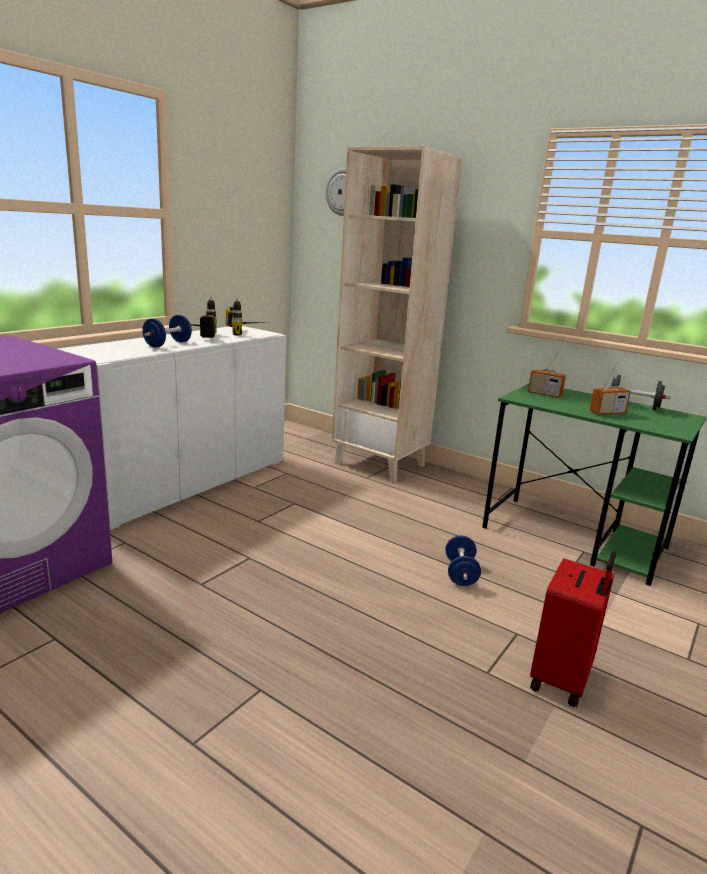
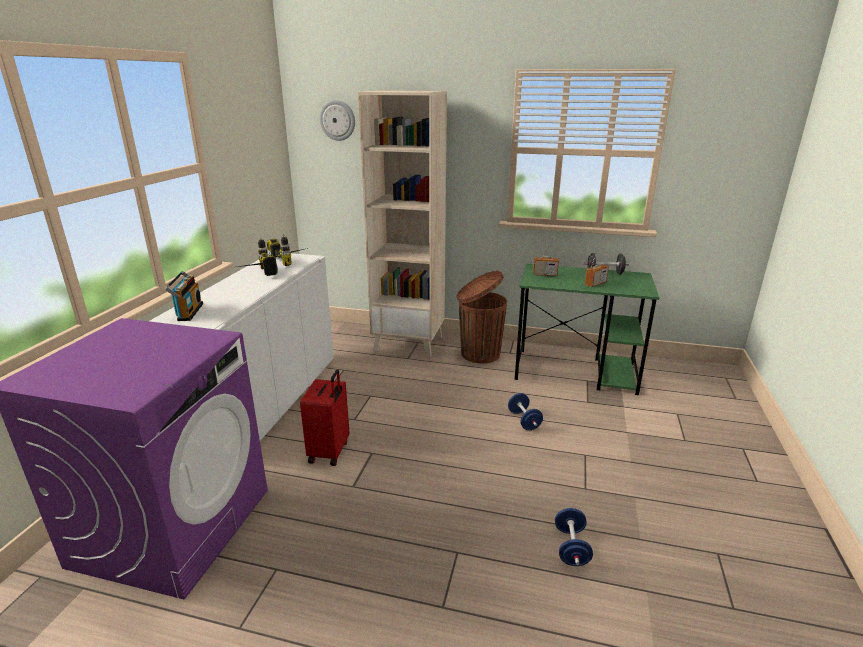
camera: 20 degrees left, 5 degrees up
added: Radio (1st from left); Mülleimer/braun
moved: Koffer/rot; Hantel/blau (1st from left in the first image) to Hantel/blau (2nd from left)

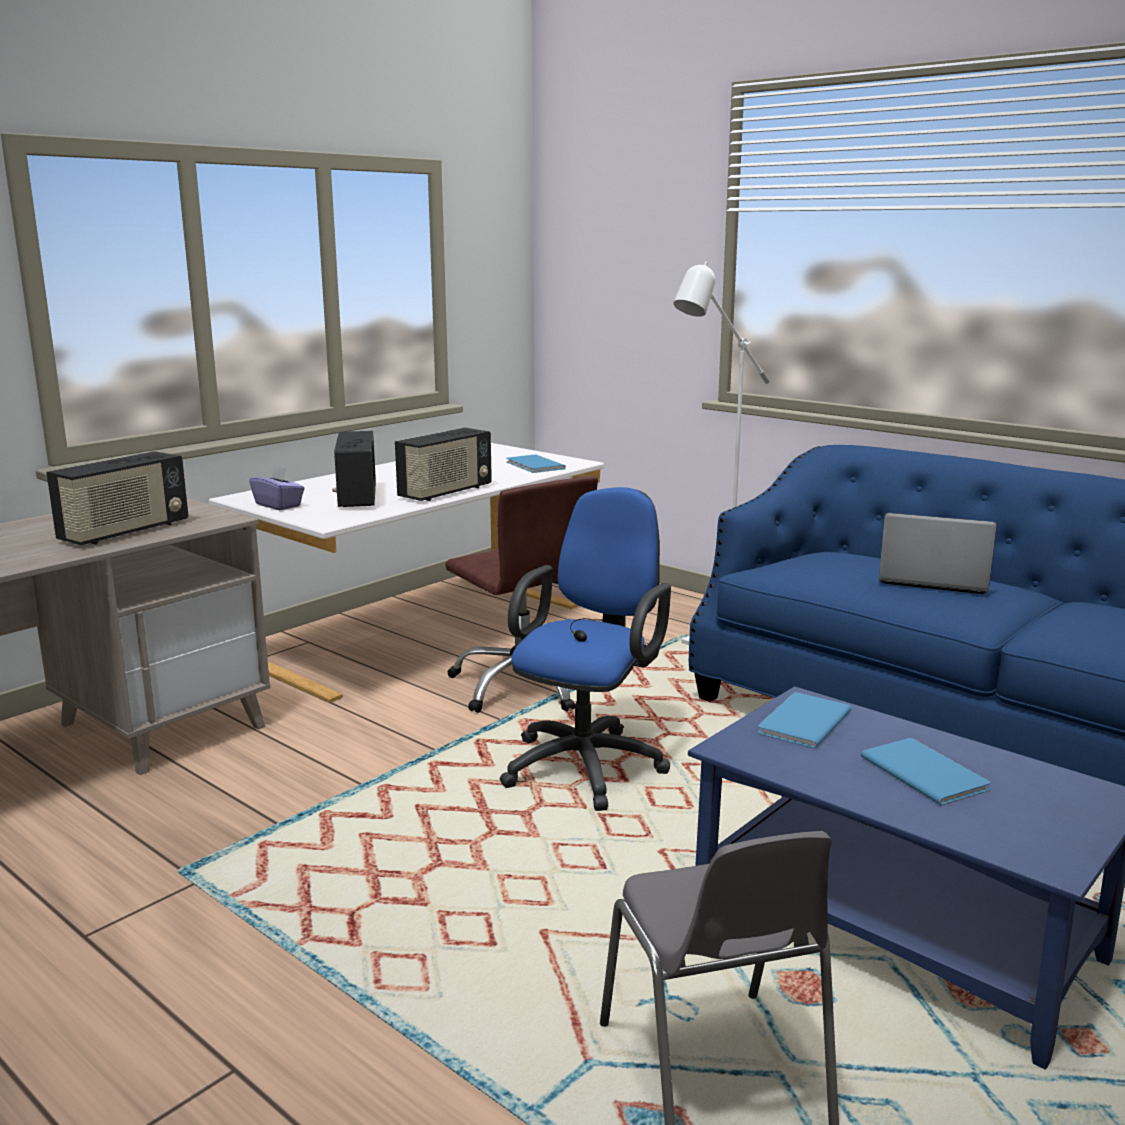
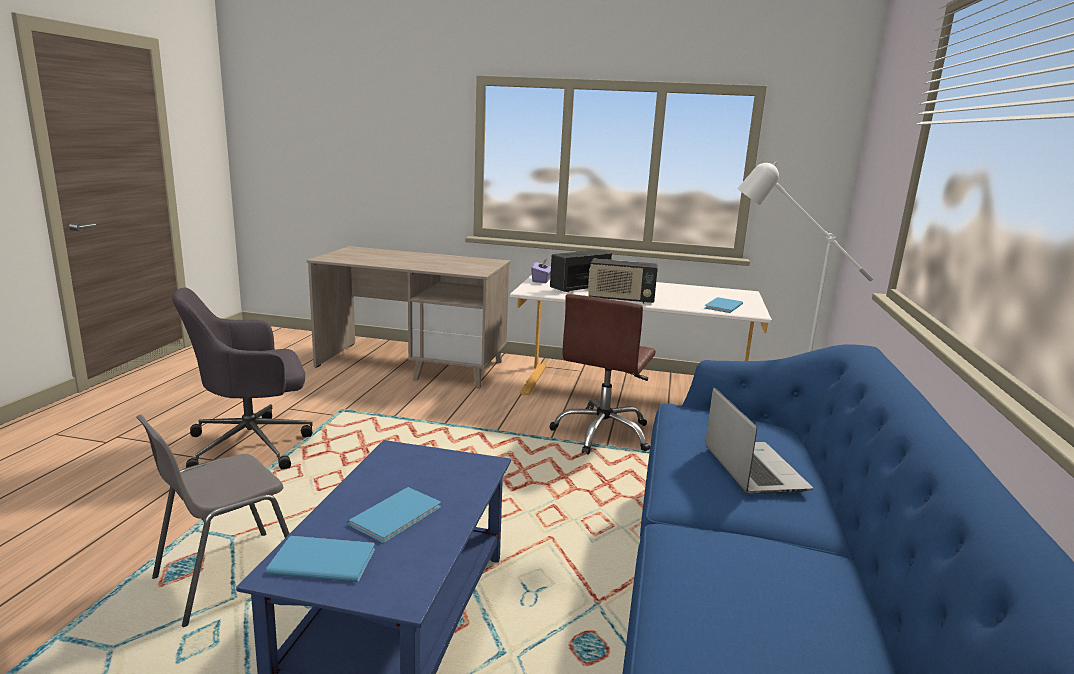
camera: 60 degrees right, 0 degrees up
removed: Radio (1st from left); Bürostuhl/blau
added: Bürostuhl/grau
moved: Buch/blau (2nd from left in the first image) to Buch/blau (1st from left)

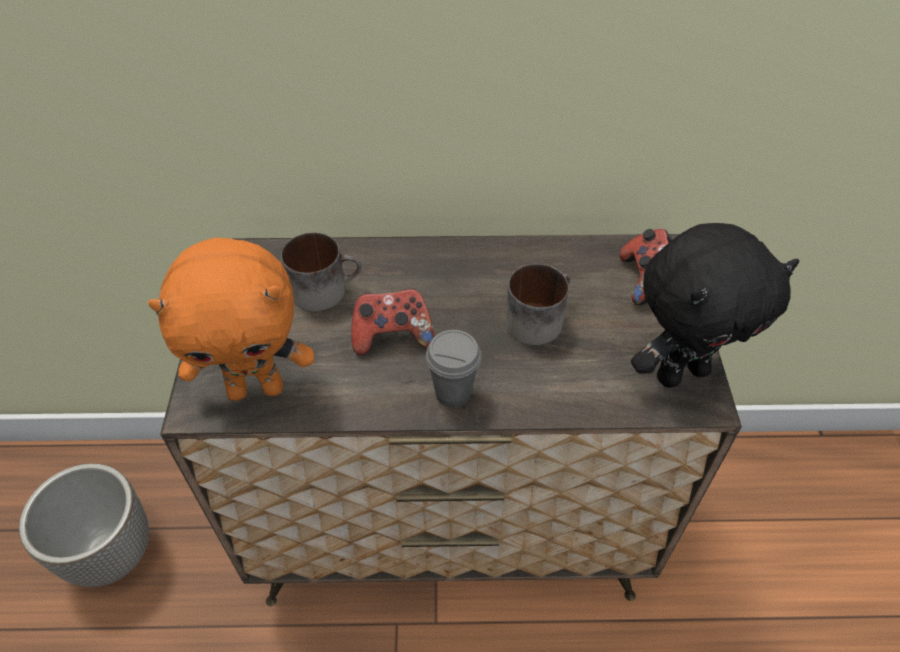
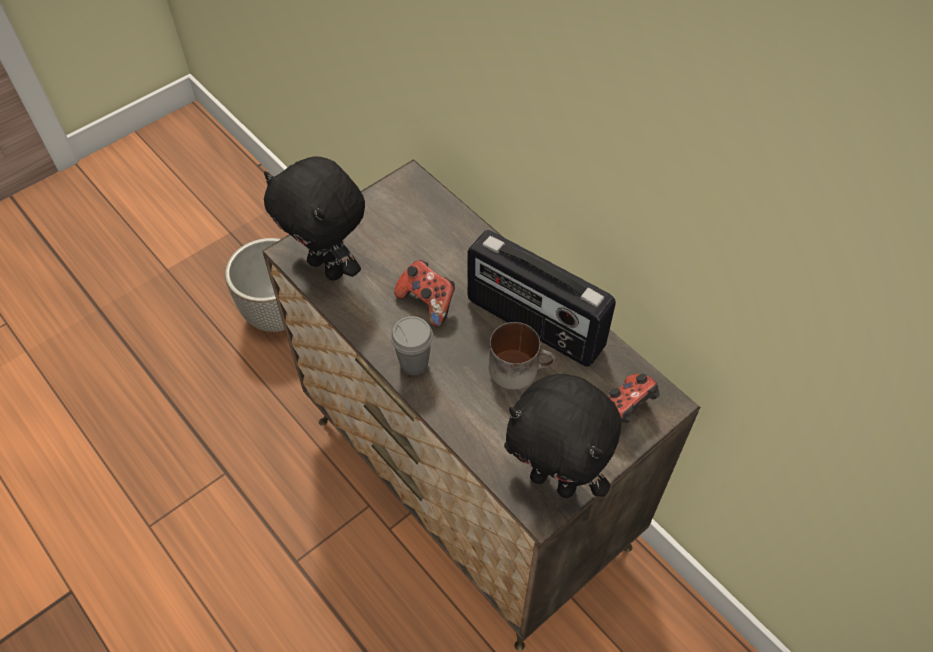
camera: 50 degrees right, 5 degrees up
removed: Henkelbecher (1st from left)
added: Radio
recoloured: Plüschtier/orange to Plüschtier/schwarz (1st from left)

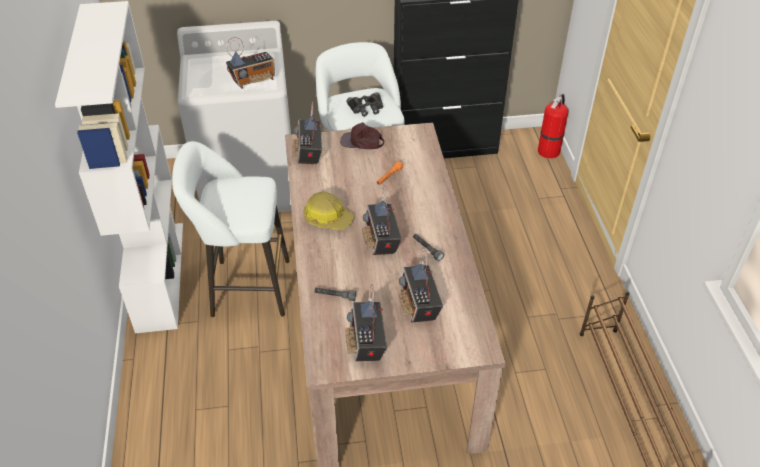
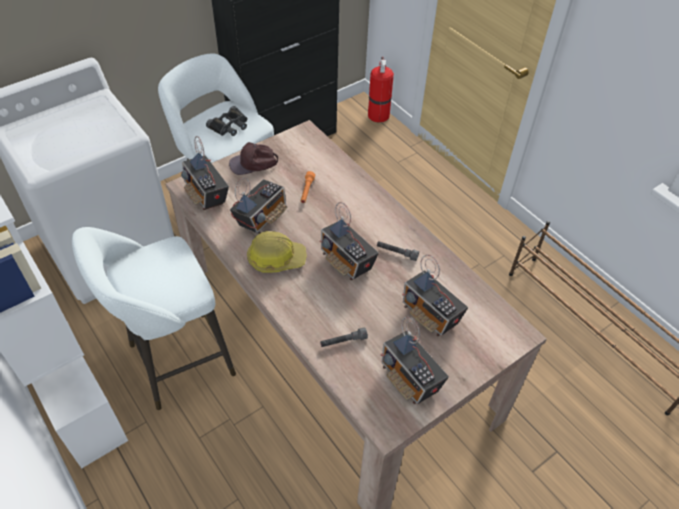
camera: 30 degrees left, 5 degrees up
moved: Radio (1st from left in the first image) to Radio (2nd from left)

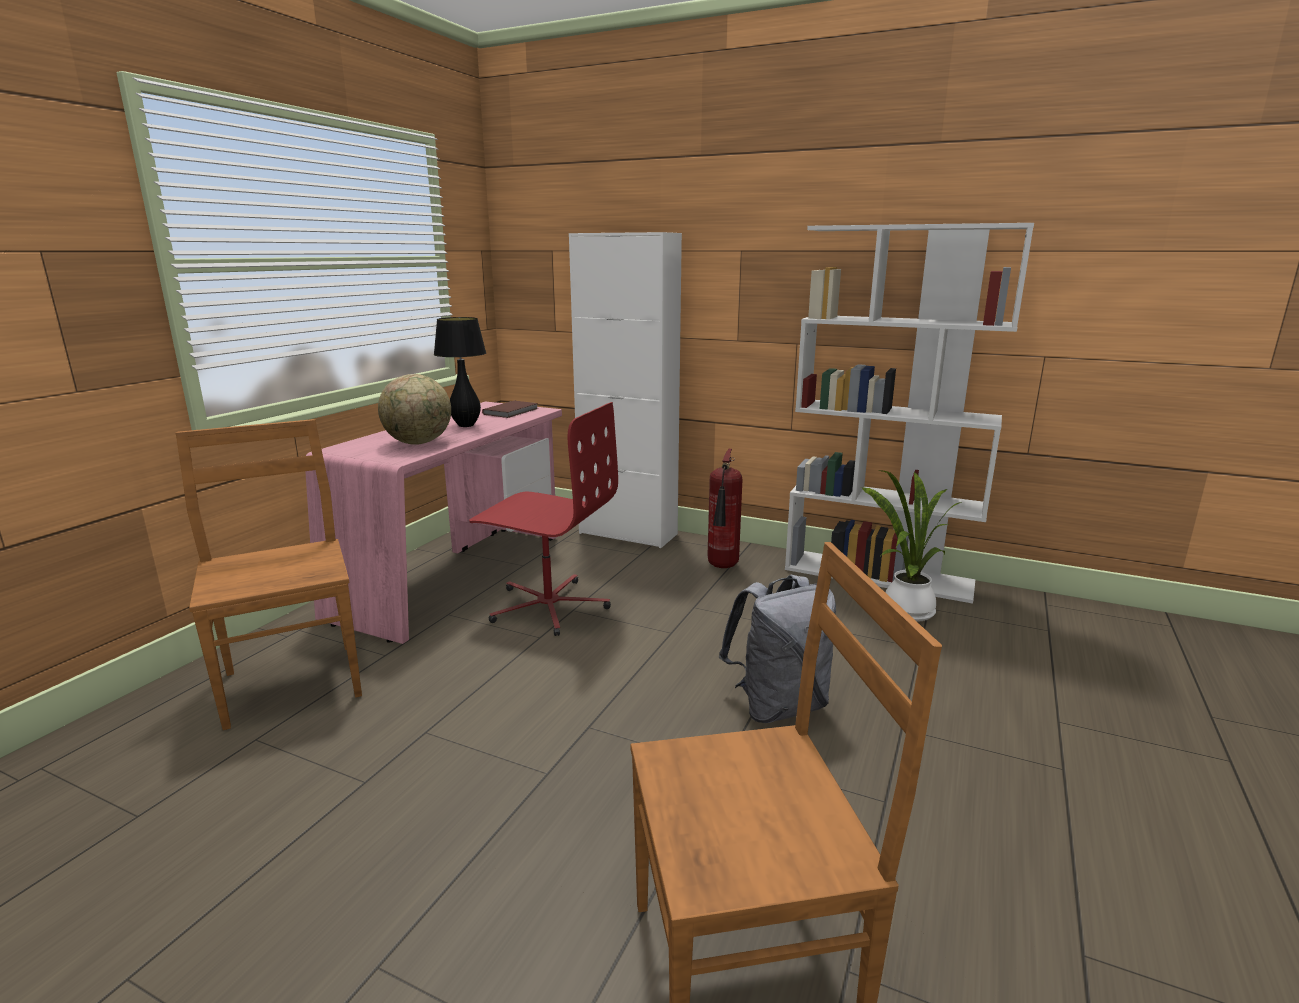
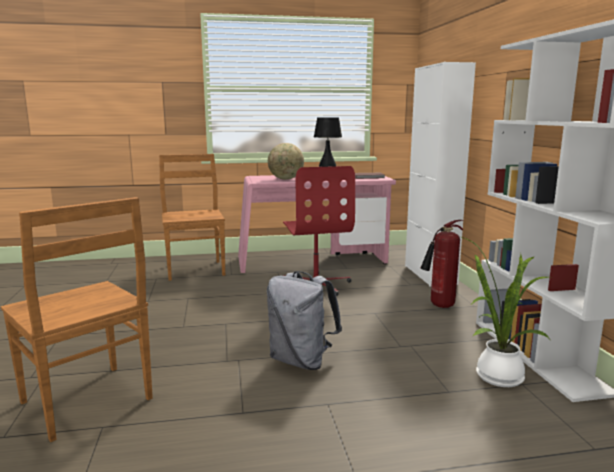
camera: 55 degrees right, 5 degrees down
turned: Stuhl/braun (1st from left in the first image) 45 degrees counterclockwise

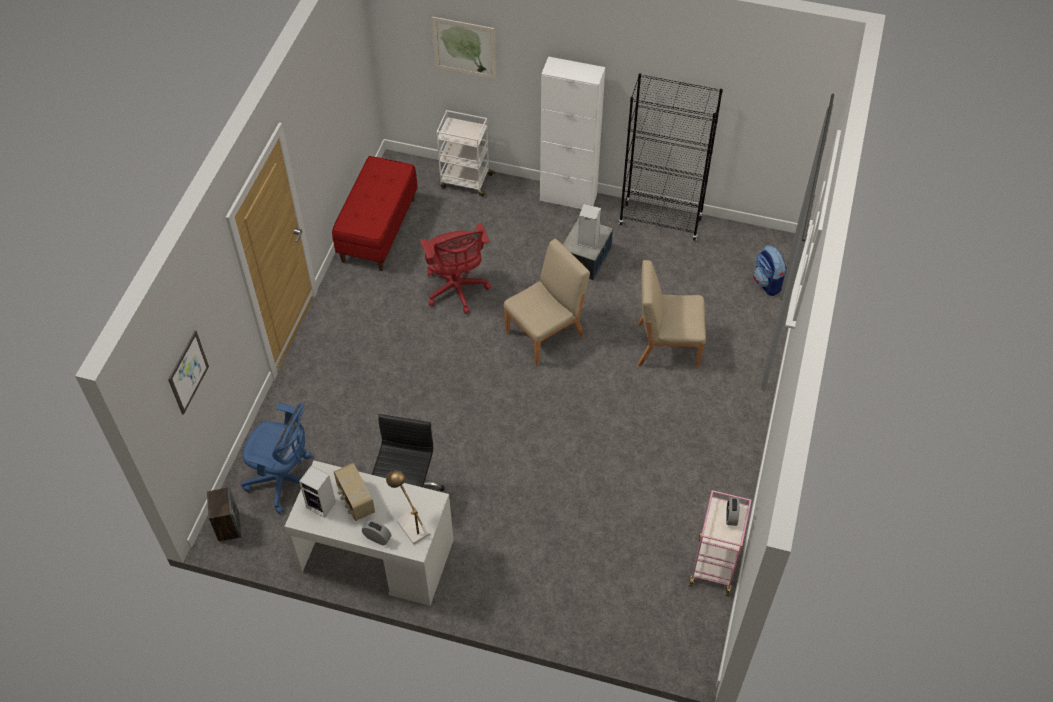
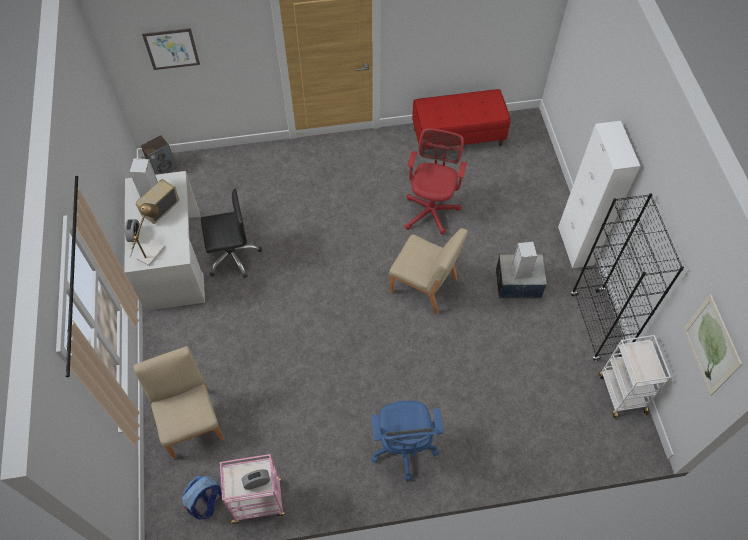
camera: 65 degrees right, 5 degrees up
moved: Stuhl/beige (2nd from left in the first image) to Stuhl/beige (1st from left); Rucksack; Bürostuhl/blau; Rollwagen/weiß; Bild (2nd from left)
turned: Bürostuhl/rot 150 degrees clockwise

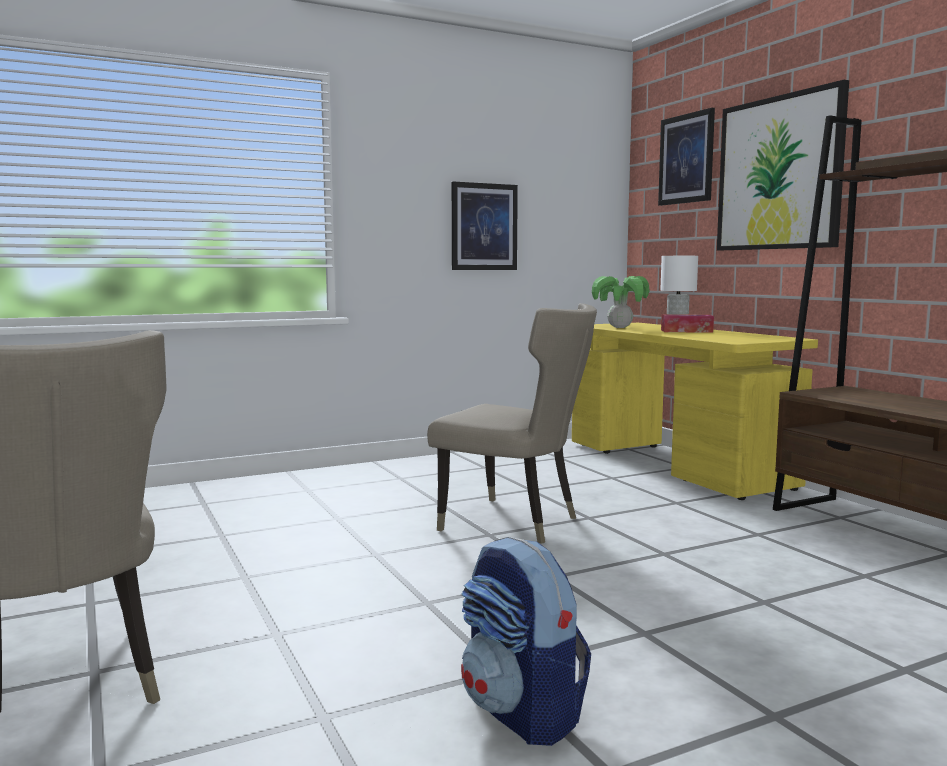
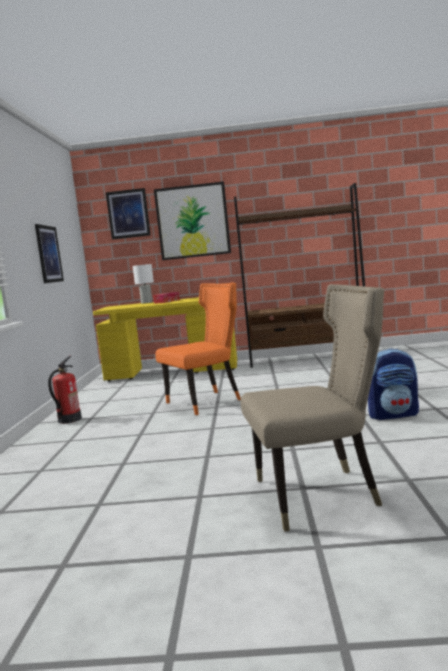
camera: 60 degrees left, 0 degrees up
removed: Topfpflanze
added: Feuerlöscher
recoloured: Stuhl/beige (2nd from left) to Stuhl/orange

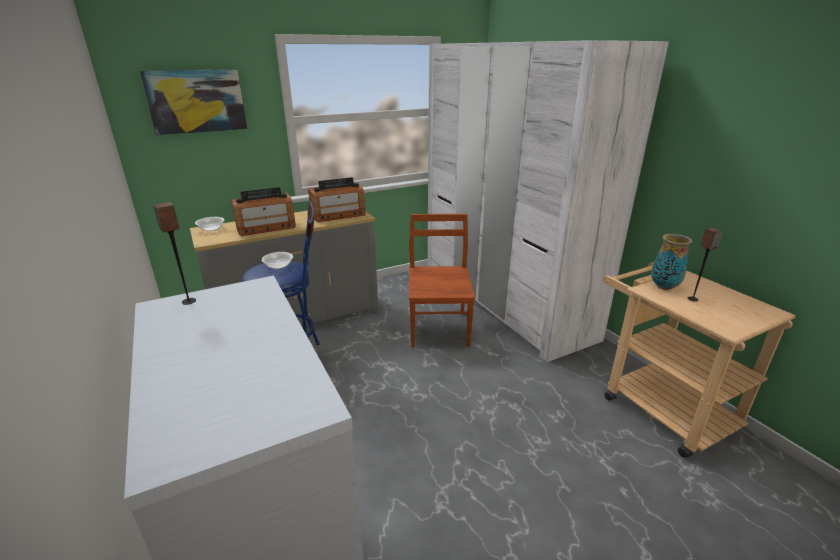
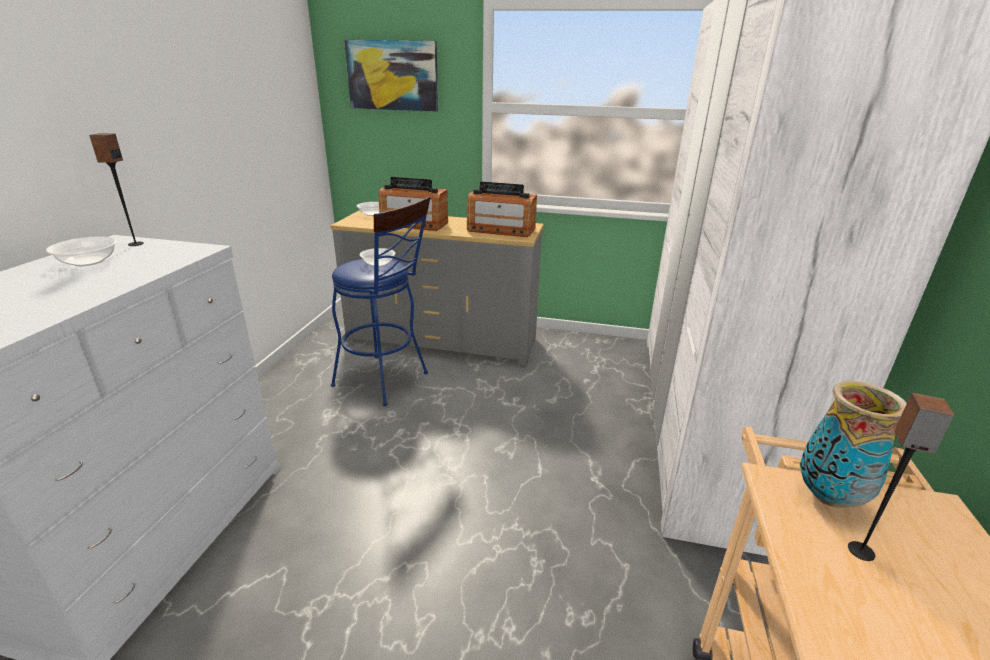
camera: 40 degrees right, 0 degrees up
removed: Stuhl/braun
added: Schüssel (1st from left)

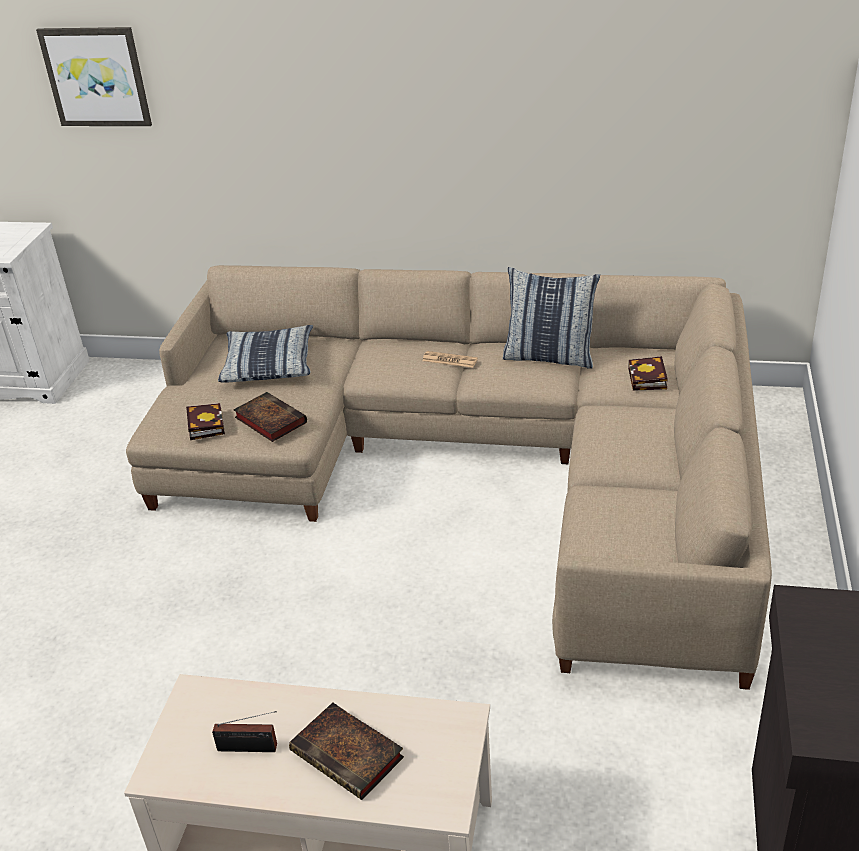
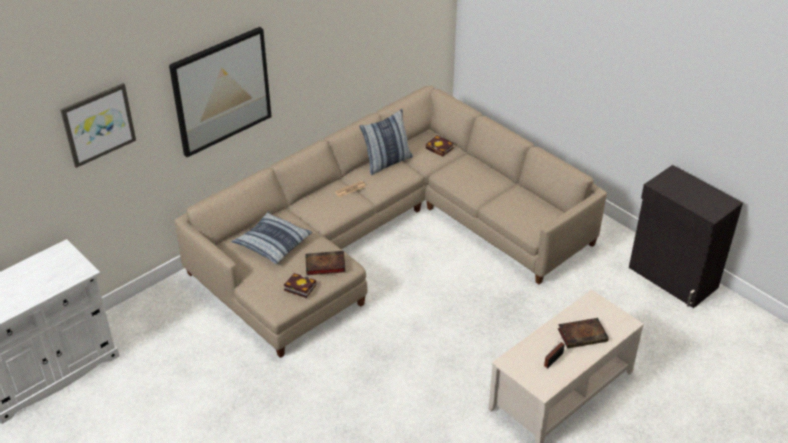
camera: 55 degrees left, 5 degrees up
added: Bild (2nd from left)

